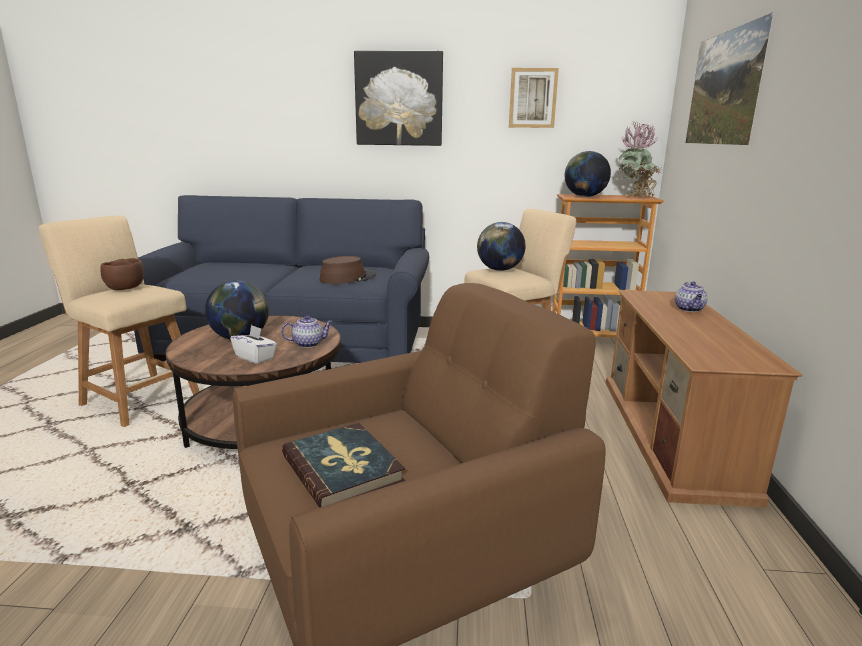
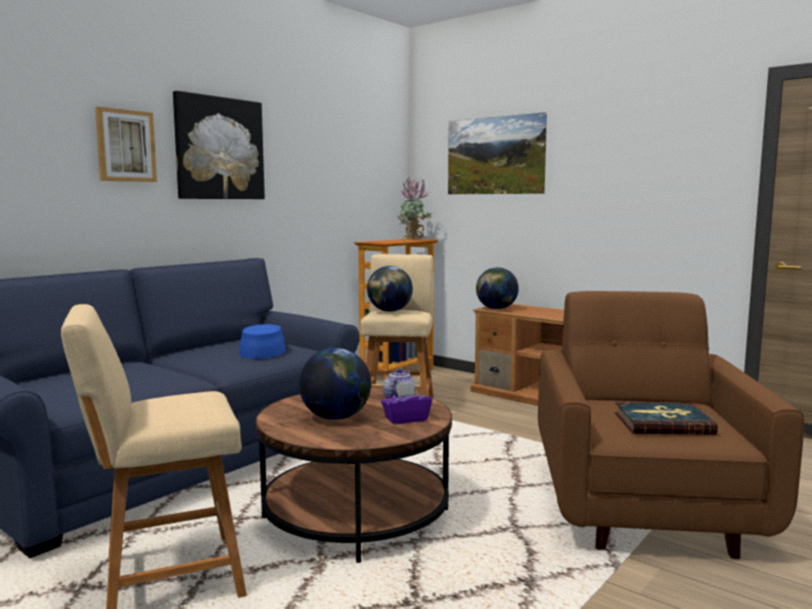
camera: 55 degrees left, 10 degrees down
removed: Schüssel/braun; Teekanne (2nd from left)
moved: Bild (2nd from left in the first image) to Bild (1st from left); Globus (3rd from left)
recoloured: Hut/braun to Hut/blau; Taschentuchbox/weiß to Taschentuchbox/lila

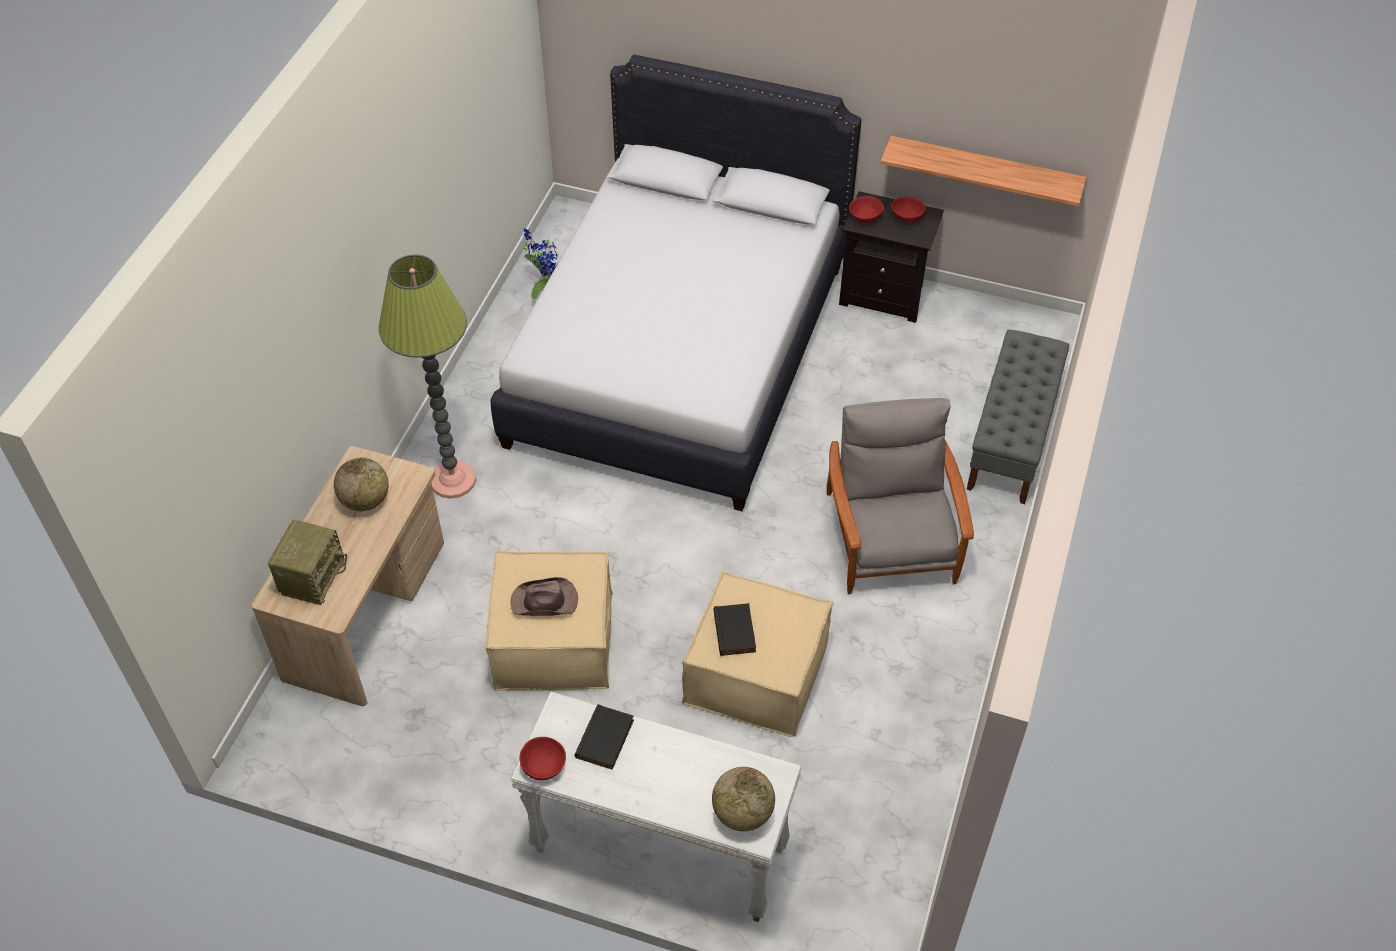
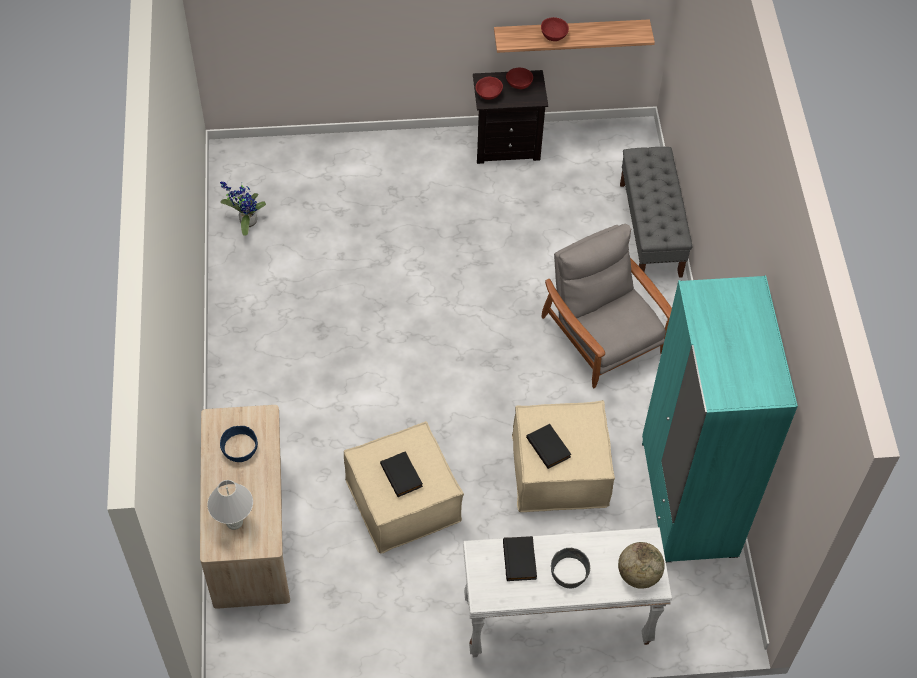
camera: 25 degrees left, 5 degrees up
removed: Stehlampe; Bett/weiß
added: Schüssel/grau; Kleiderschrank/türkis
moved: Schüssel/rot (1st from left in the first image) to Schüssel/rot (3rd from left)
replaced: Radio to Tischlampe/weiß; Globus (1st from left) to Schüssel/blau; Hut/braun to Buch/schwarz (1st from left)

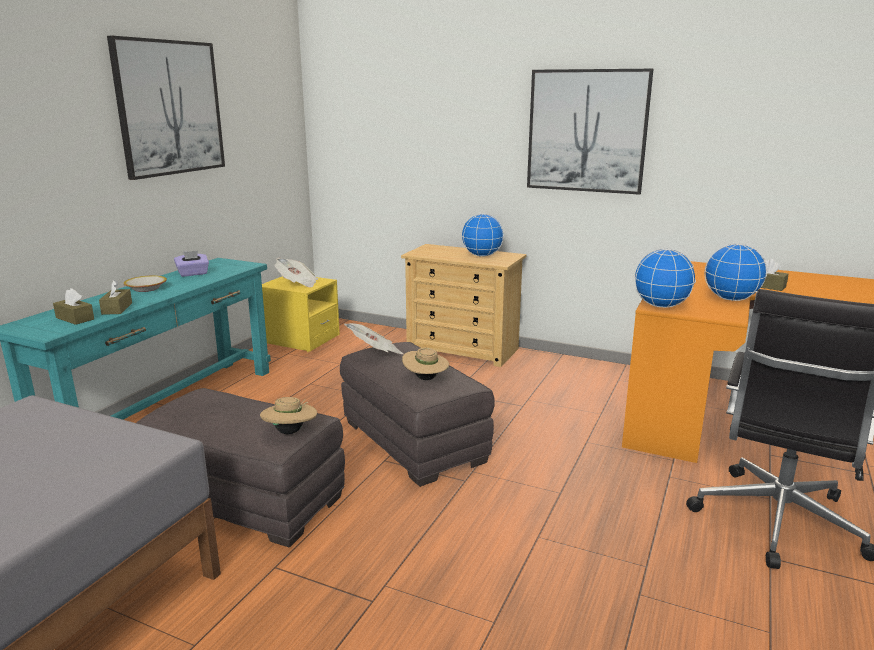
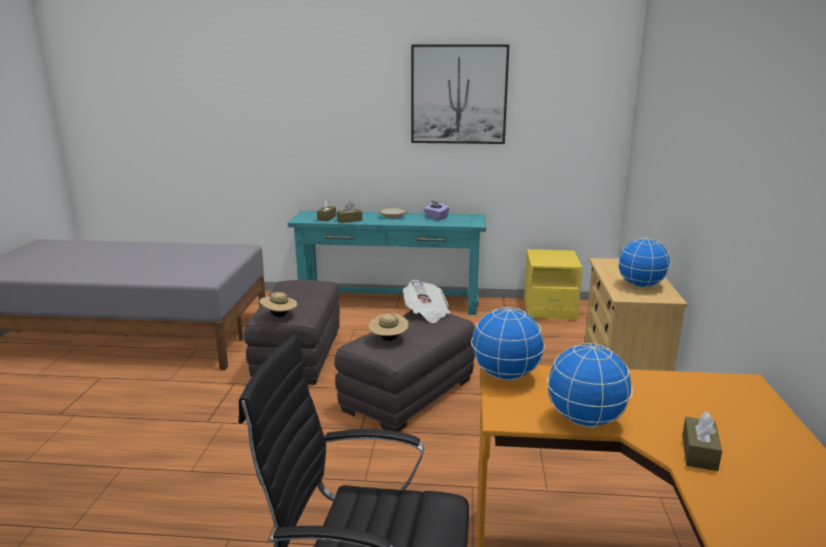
camera: 70 degrees right, 0 degrees up
removed: Zeitung (1st from left); Bild (2nd from left)

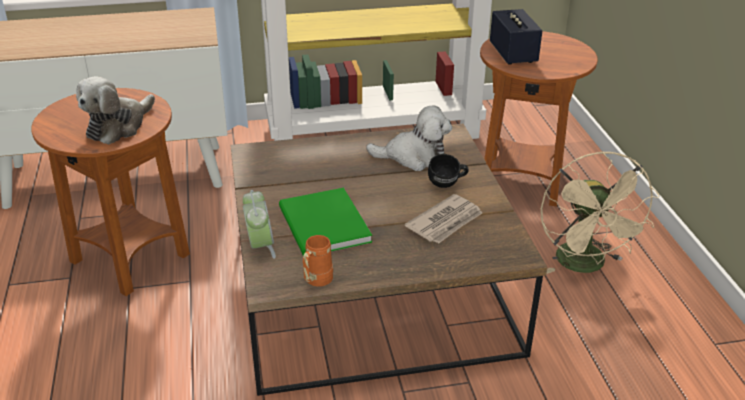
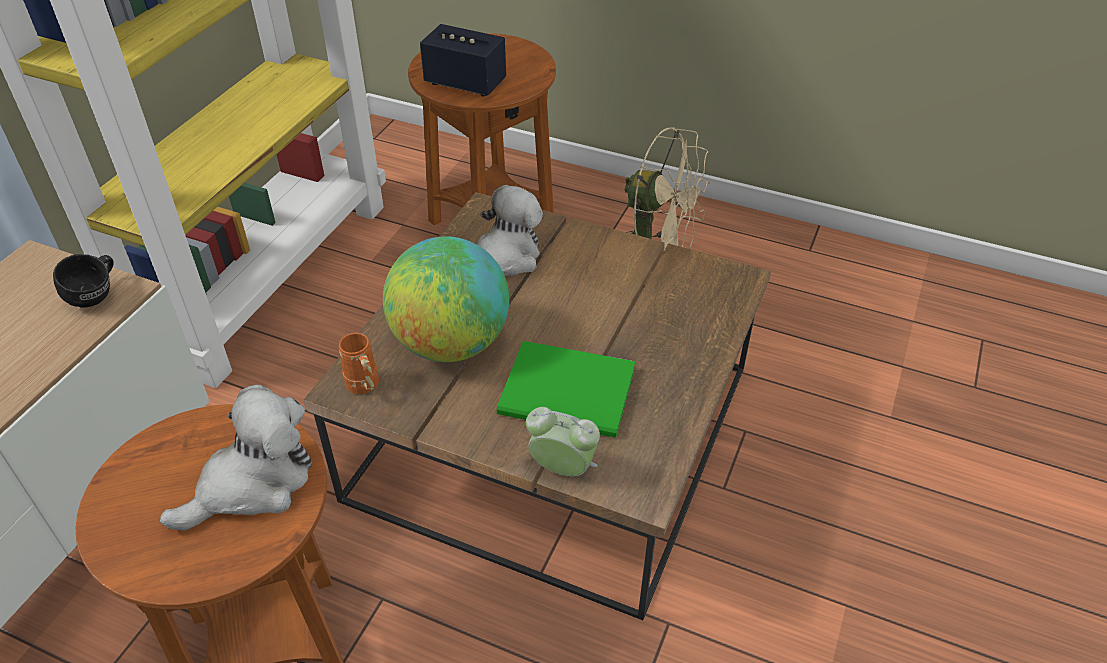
camera: 55 degrees left, 10 degrees up
removed: Zeitung
added: Globus
moved: Henkelbecher/schwarz; Henkelbecher/orange
turned: Plüschtier (1st from left) 105 degrees counterclockwise

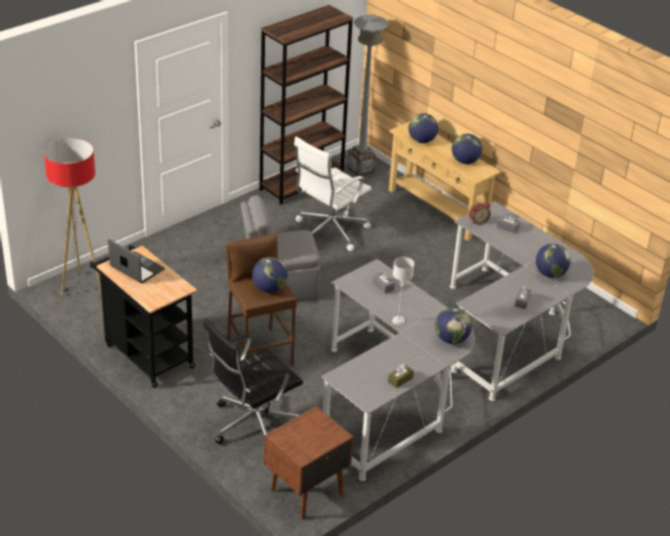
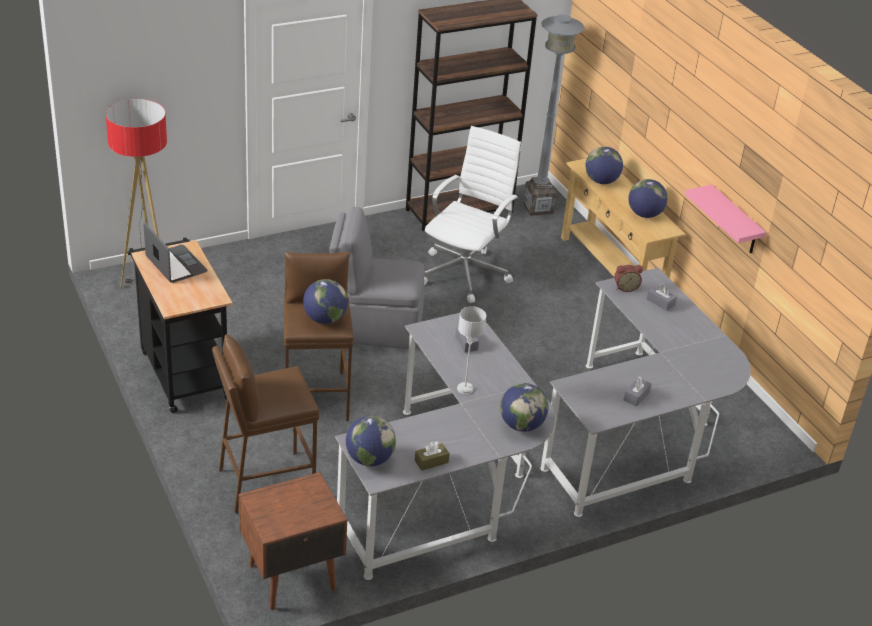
camera: 15 degrees right, 0 degrees up
added: Wandregal/rosa
moved: Globus (5th from left in the first image) to Globus (2nd from left)
replaced: Bürostuhl/schwarz to Hocker/braun (1st from left)
turned: Bürostuhl/weiß 150 degrees clockwise

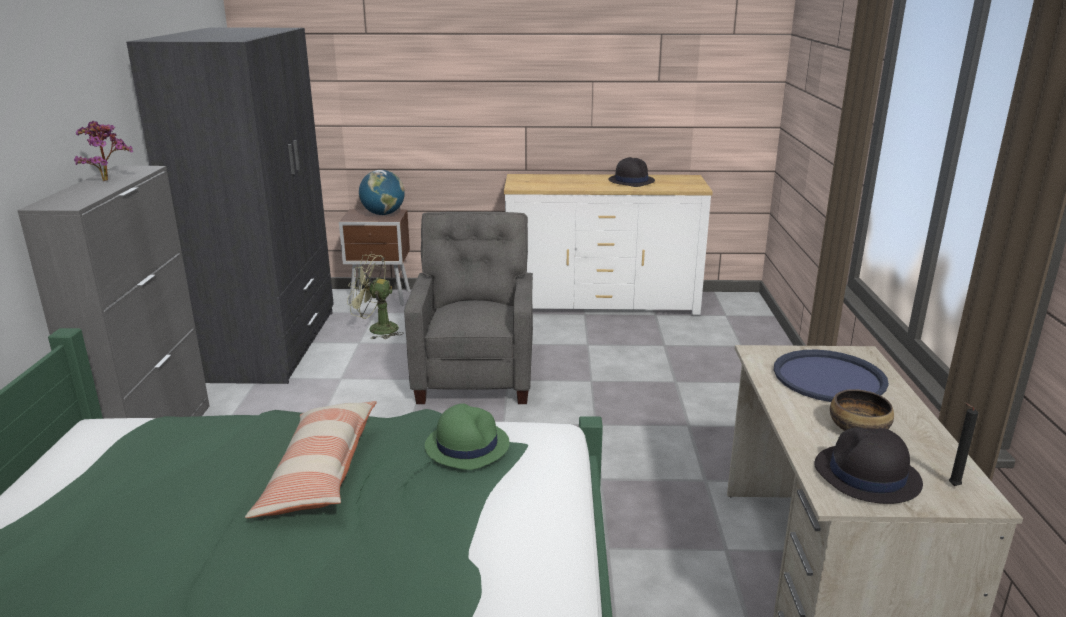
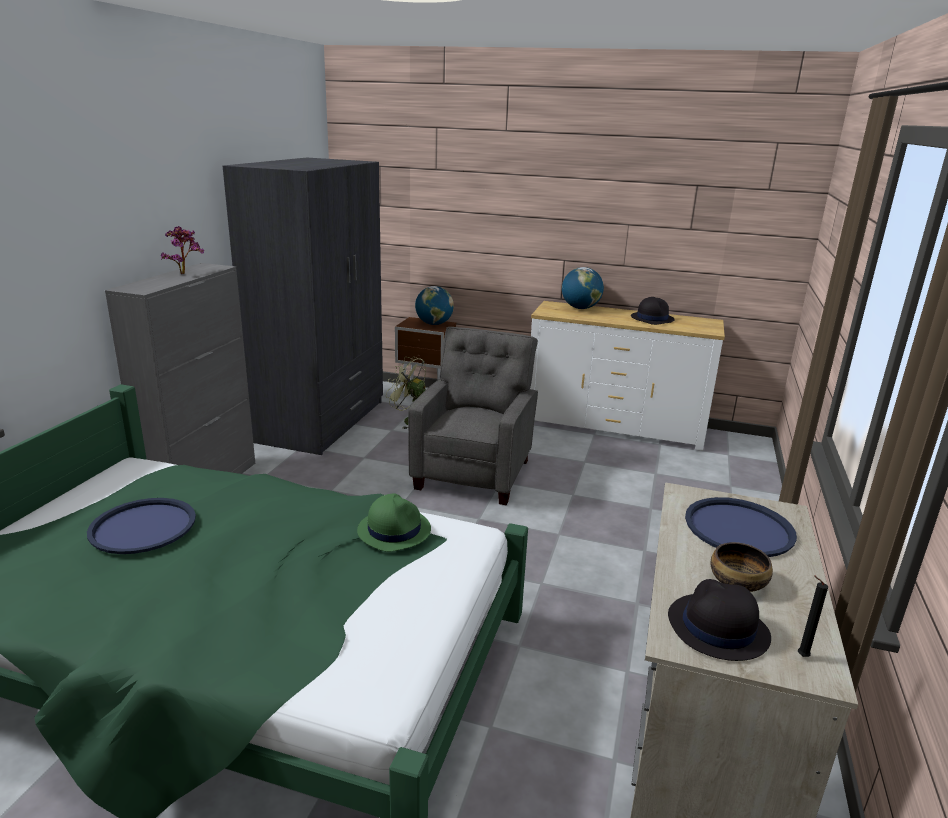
camera: 15 degrees right, 0 degrees up
removed: Kissen
added: Tablett/blau (1st from left); Globus (2nd from left)

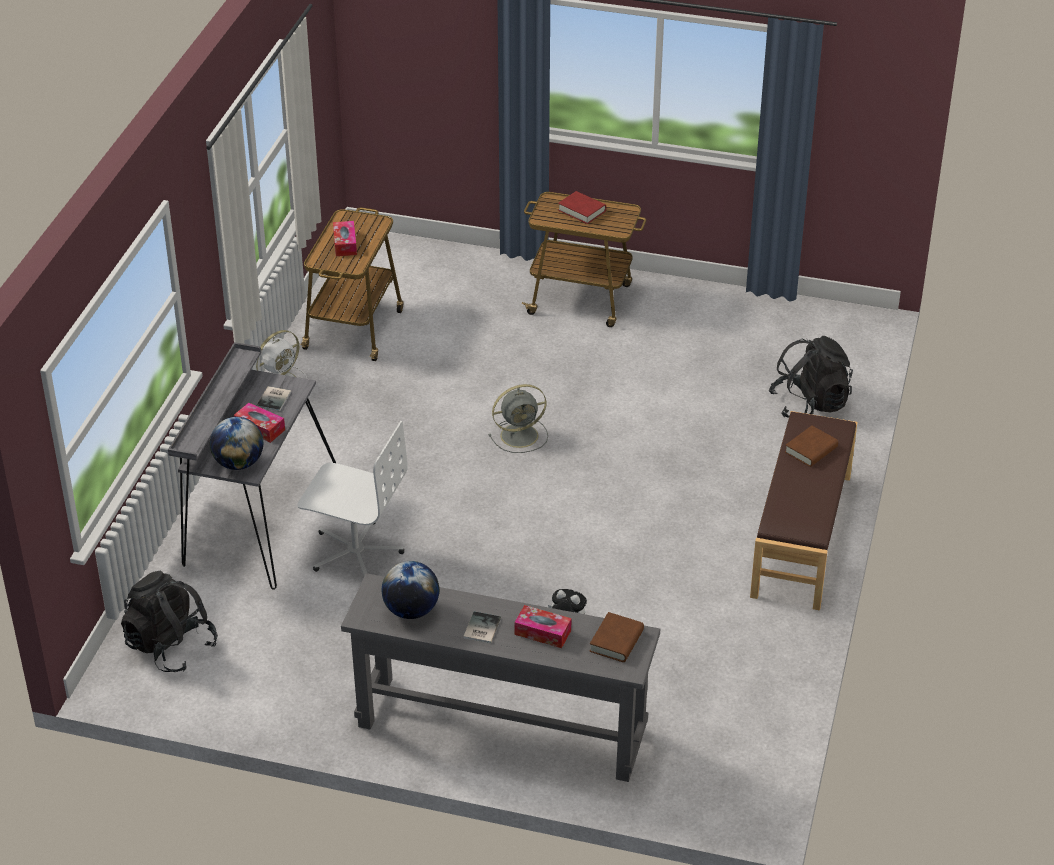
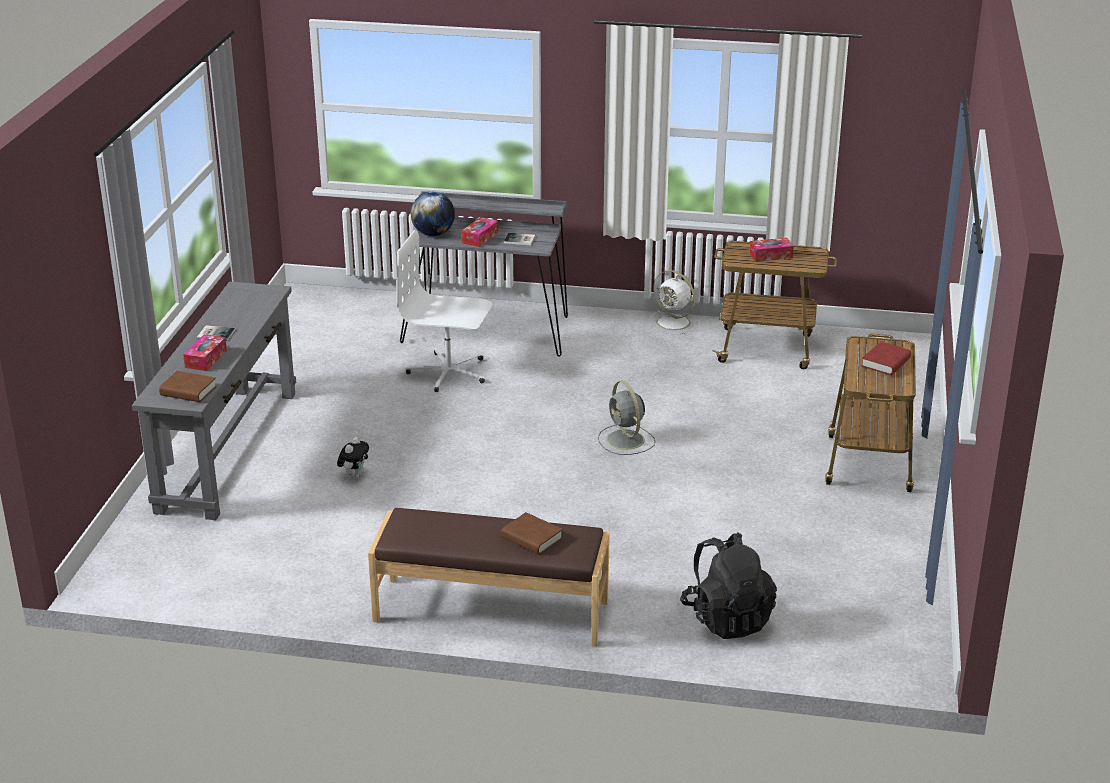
camera: 85 degrees right, 10 degrees down
removed: Rucksack/schwarz (1st from left); Globus (2nd from left)
turned: Bürostuhl/weiß 90 degrees clockwise

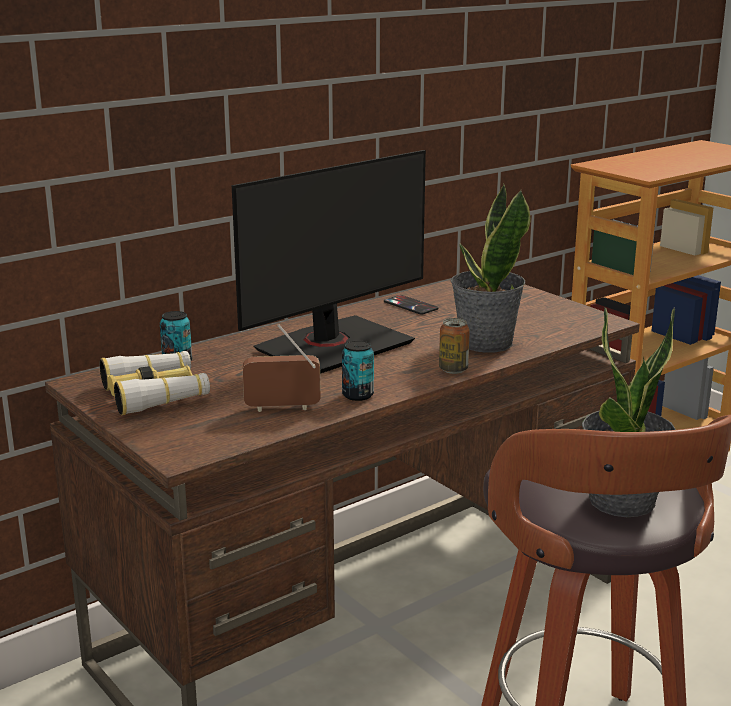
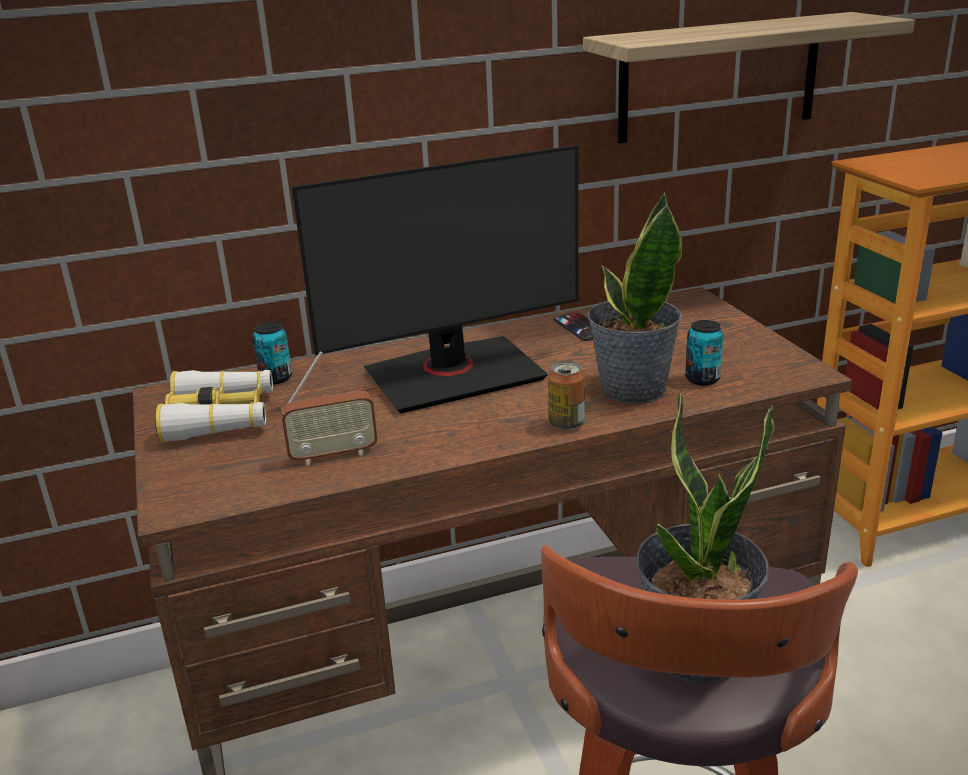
camera: 20 degrees right, 5 degrees up
added: Wandregal
moved: Dose (2nd from left in the first image) to Dose (3rd from left)
turned: Radio 150 degrees clockwise

